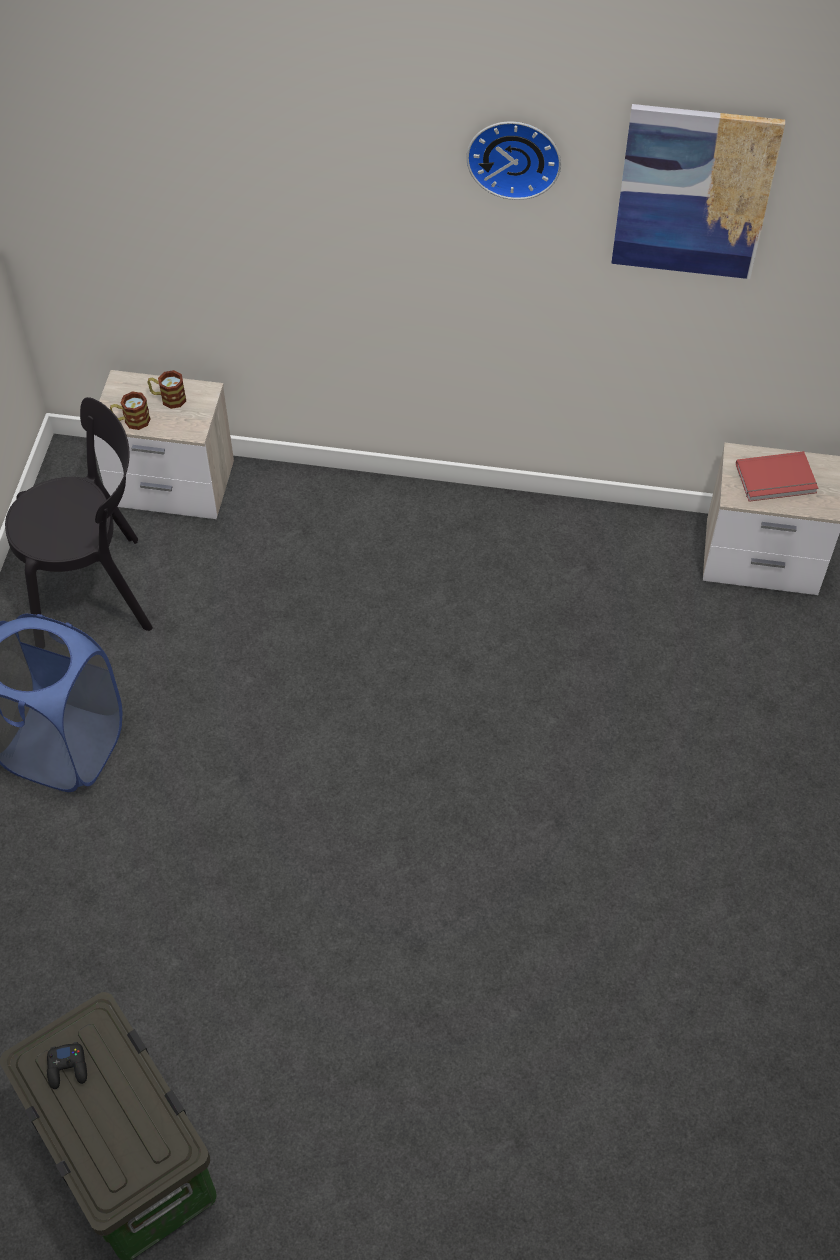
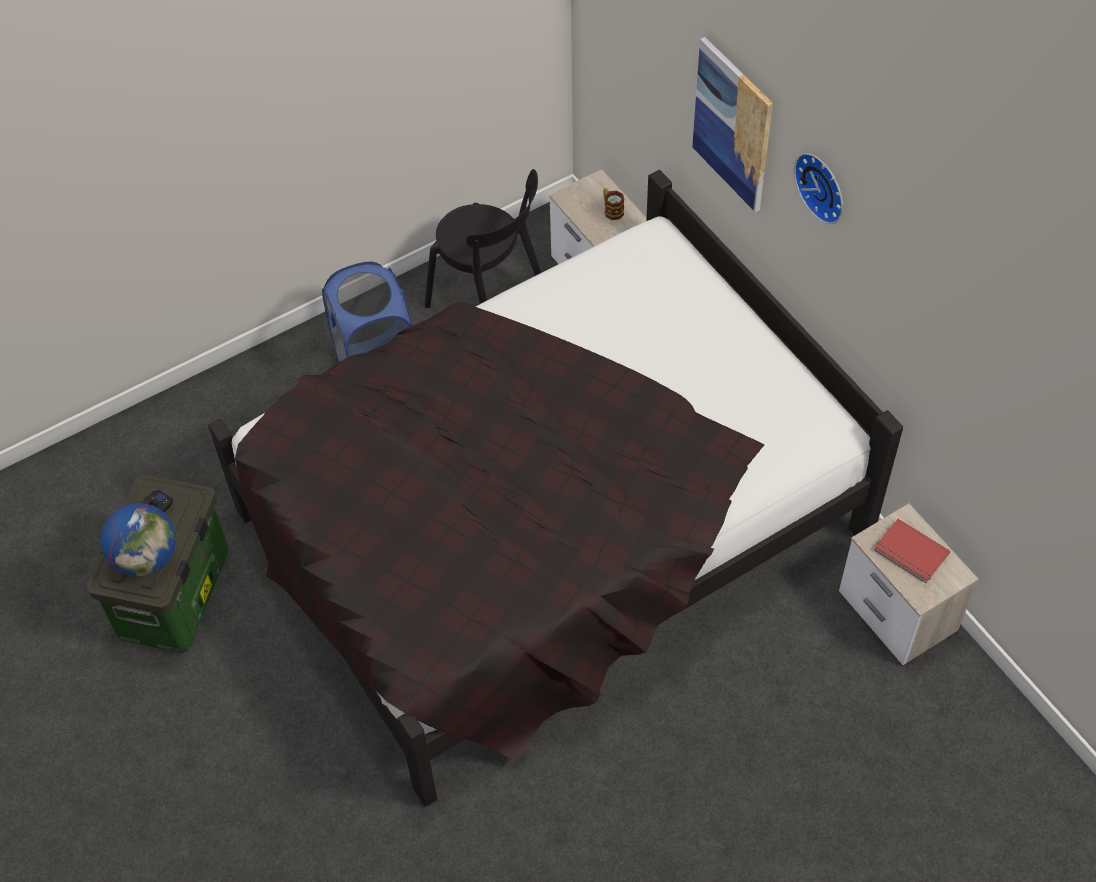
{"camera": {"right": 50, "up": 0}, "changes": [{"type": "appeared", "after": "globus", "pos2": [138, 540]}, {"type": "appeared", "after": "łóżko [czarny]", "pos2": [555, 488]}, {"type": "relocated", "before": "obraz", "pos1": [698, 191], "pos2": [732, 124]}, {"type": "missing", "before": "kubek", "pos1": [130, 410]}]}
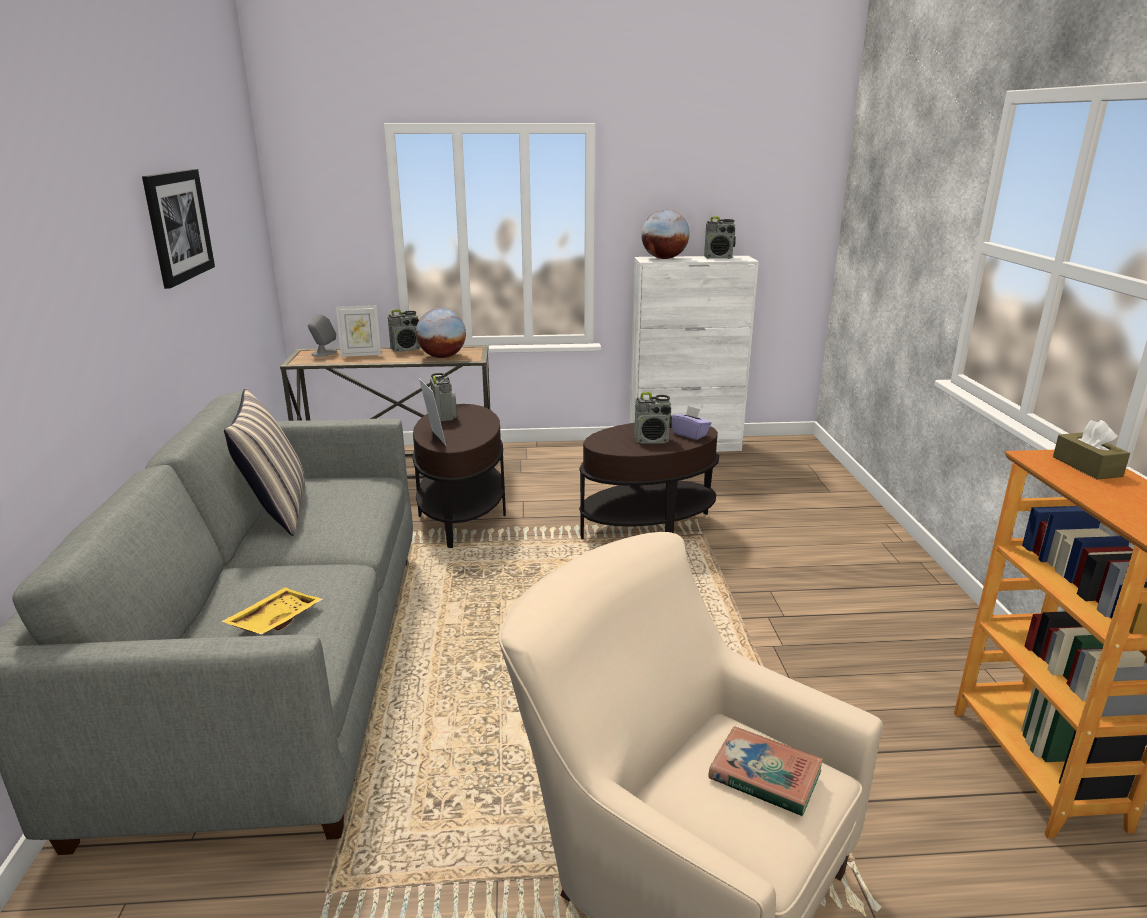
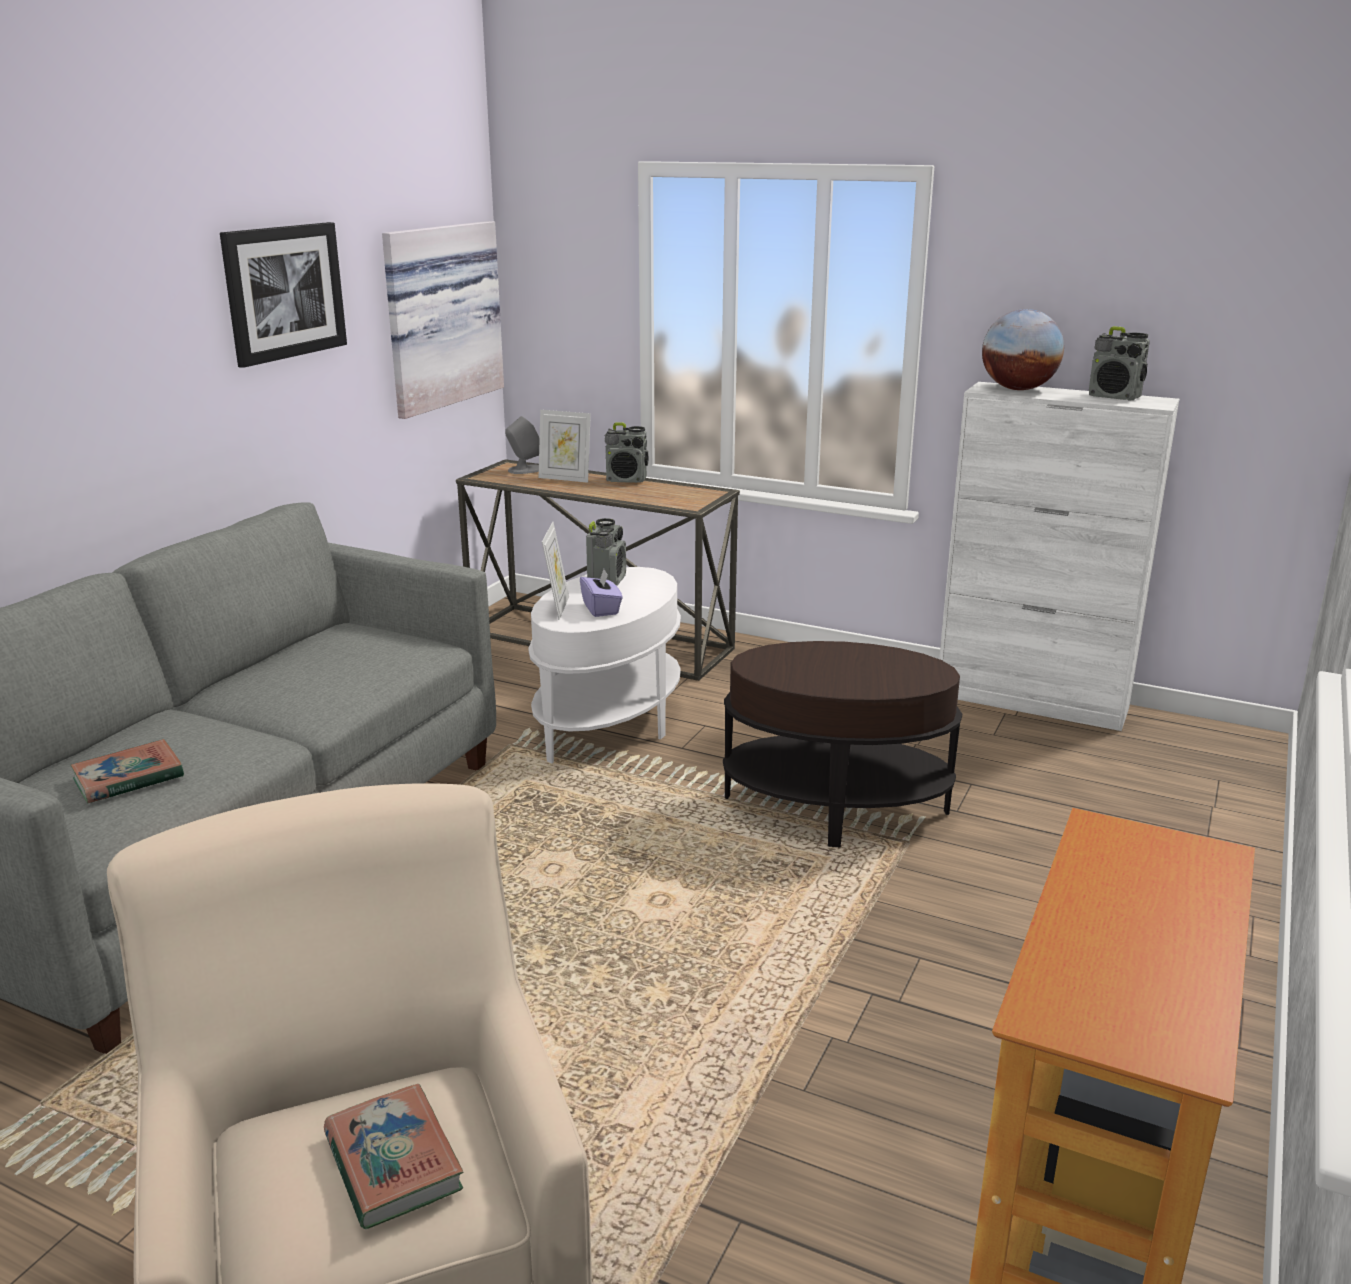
{"camera": {"right": 30, "up": 0}, "changes": [{"type": "exchanged", "before": "taca [żółty]", "after": "książka", "pos1": [272, 611], "pos2": [127, 771]}, {"type": "appeared", "after": "obraz", "pos2": [443, 320]}, {"type": "colour", "before": "stolik [brązowy]", "after": "stolik [biały]", "pos1": [459, 476], "pos2": [604, 665]}, {"type": "relocated", "before": "pudełko chusteczek [fioletowy]", "pos1": [691, 423], "pos2": [601, 593]}, {"type": "missing", "before": "poduszka", "pos1": [264, 462]}, {"type": "missing", "before": "globus", "pos1": [441, 333]}, {"type": "missing", "before": "radio", "pos1": [653, 418]}, {"type": "missing", "before": "pudełko chusteczek [brązowy]", "pos1": [1091, 449]}]}
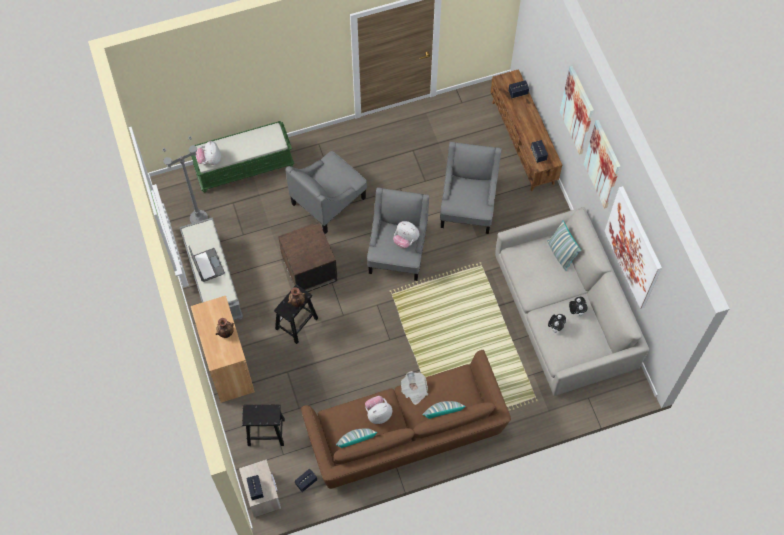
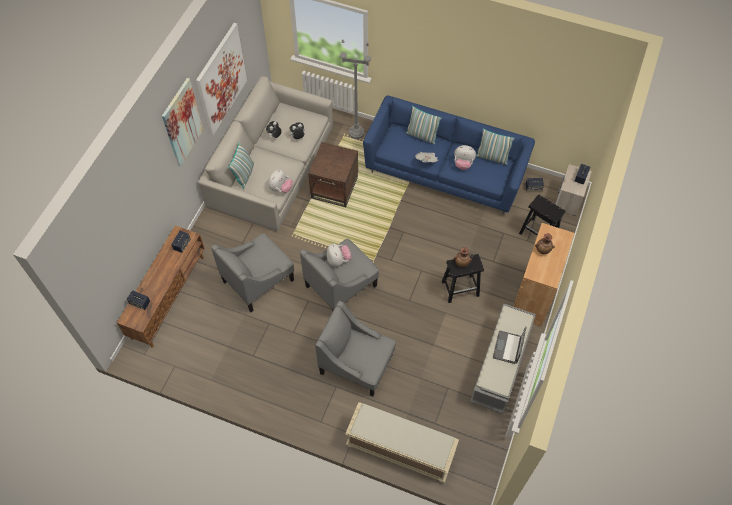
{"camera": {"right": -140, "up": -5}, "changes": [{"type": "relocated", "before": "pluszak", "pos1": [208, 153], "pos2": [280, 181]}, {"type": "relocated", "before": "stolik [brązowy]", "pos1": [307, 257], "pos2": [333, 174]}, {"type": "spun", "before": "fotel [szary]", "pos1": [326, 192], "pos2": [355, 349], "turn": -150}, {"type": "relocated", "before": "lampa stojąca [szary]", "pos1": [185, 180], "pos2": [355, 89]}, {"type": "colour", "before": "ławka [zielony]", "after": "ławka [beżowy]", "pos1": [242, 156], "pos2": [402, 442]}, {"type": "colour", "before": "kanapa [brązowy]", "after": "kanapa [niebieski]", "pos1": [406, 419], "pos2": [449, 154]}, {"type": "missing", "before": "obraz", "pos1": [577, 110]}]}
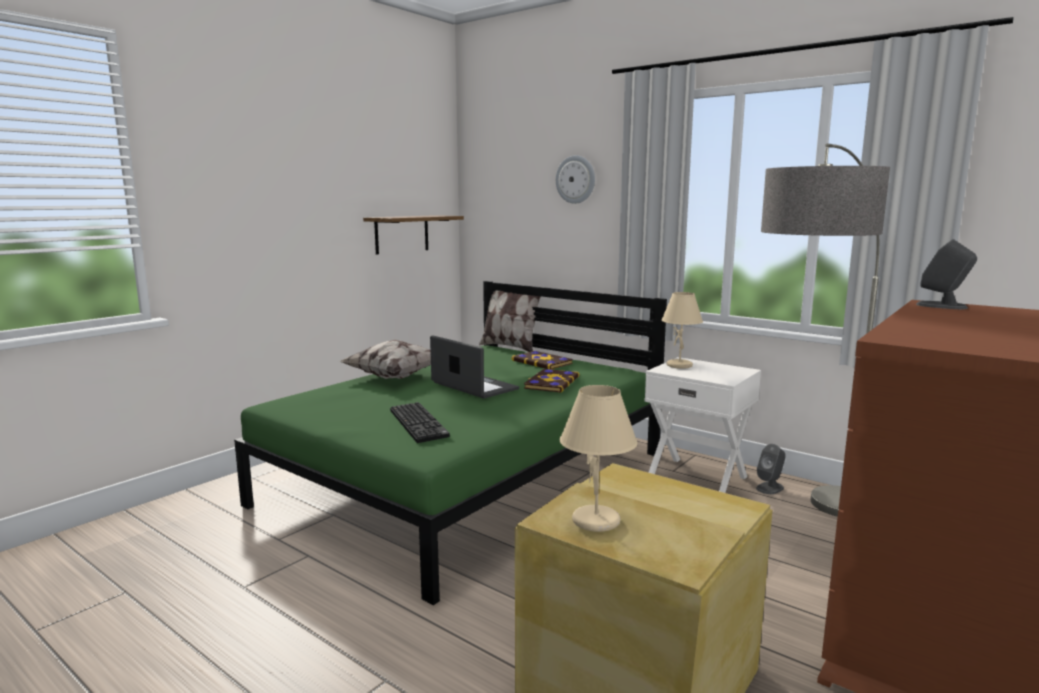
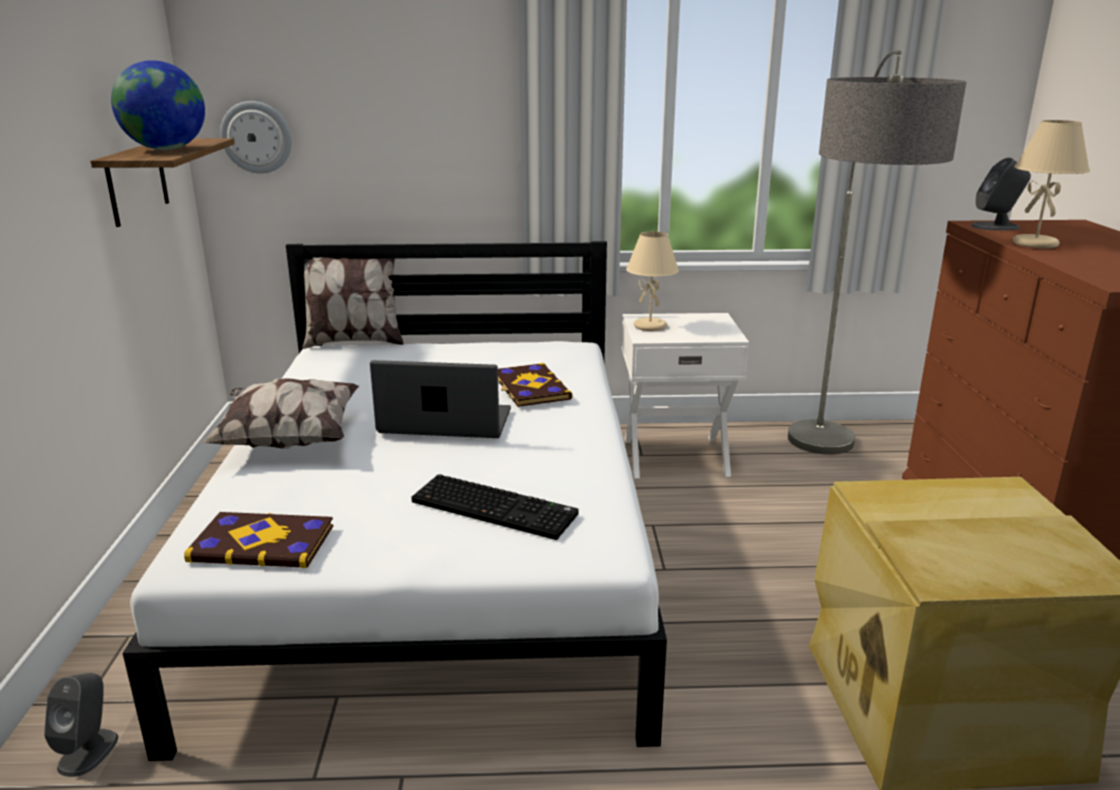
{"camera": {"right": -40, "up": 10}, "changes": [{"type": "relocated", "before": "głośnik [szary]", "pos1": [771, 469], "pos2": [81, 725]}, {"type": "appeared", "after": "globus", "pos2": [158, 105]}, {"type": "colour", "before": "łóżko [zielony]", "after": "łóżko [biały]", "pos1": [450, 443], "pos2": [395, 501]}, {"type": "relocated", "before": "książka", "pos1": [542, 360], "pos2": [258, 540]}, {"type": "relocated", "before": "zegar ścienny", "pos1": [575, 179], "pos2": [256, 137]}, {"type": "relocated", "before": "lampa stołowa [beżowy]", "pos1": [599, 458], "pos2": [1051, 184]}]}
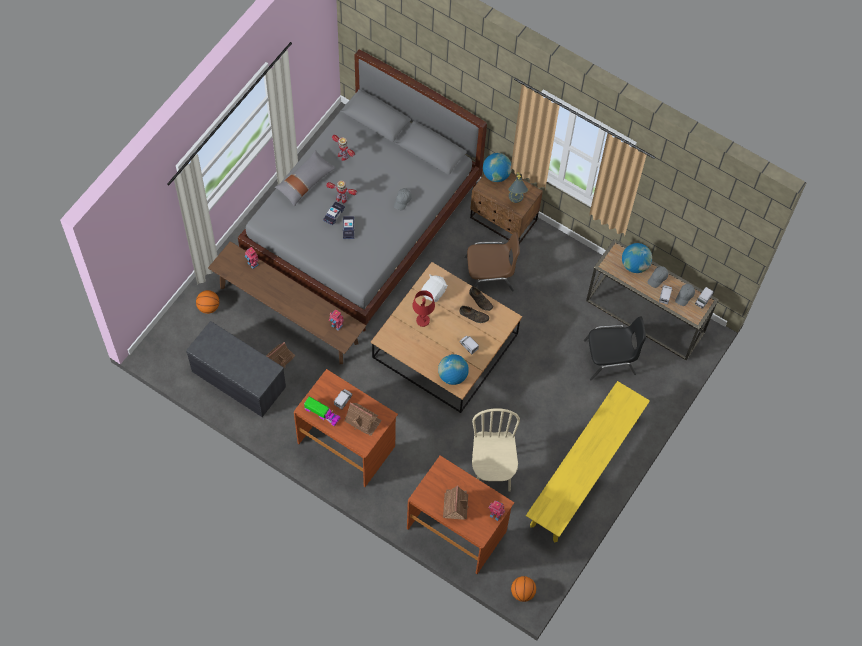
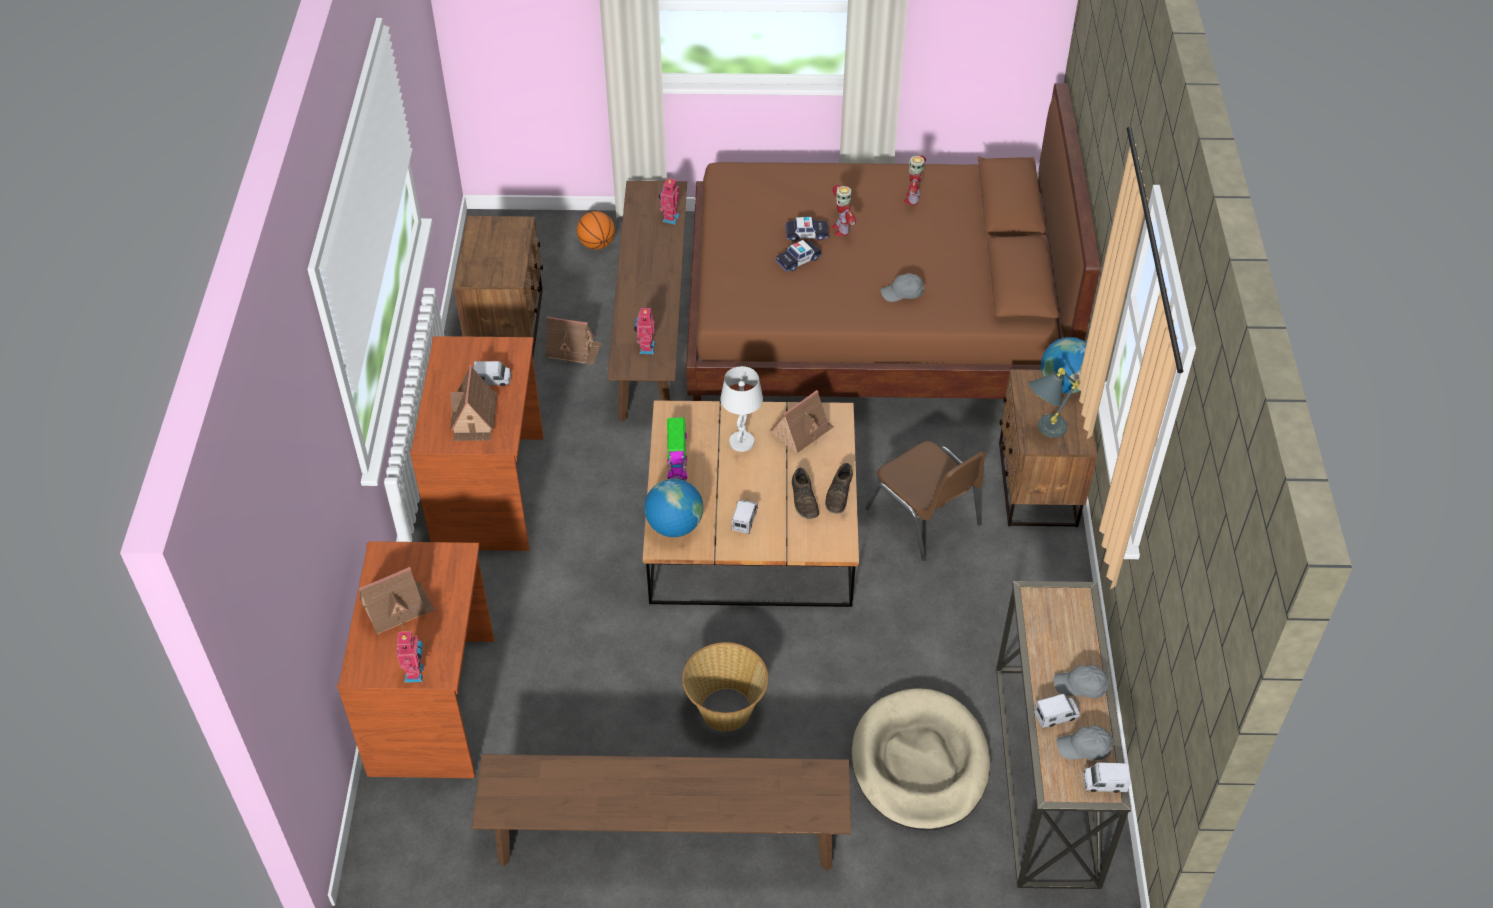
{"camera": {"right": 60, "up": -15}, "changes": [{"type": "exchanged", "before": "ławka [szary]", "after": "szafka nocna [brązowy]", "pos1": [236, 369], "pos2": [498, 286]}, {"type": "colour", "before": "ławka [żółty]", "after": "ławka [brązowy]", "pos1": [588, 462], "pos2": [661, 812]}, {"type": "relocated", "before": "ciężarówka zabawkowa", "pos1": [322, 411], "pos2": [677, 449]}, {"type": "appeared", "after": "koszyk", "pos2": [725, 686]}, {"type": "colour", "before": "łóżko [szary]", "after": "łóżko [brązowy]", "pos1": [362, 191], "pos2": [893, 242]}, {"type": "colour", "before": "lampa stołowa [czerwony]", "after": "lampa stołowa [biały]", "pos1": [423, 308], "pos2": [741, 409]}, {"type": "exchanged", "before": "pluszak [biały]", "after": "domek", "pos1": [434, 288], "pos2": [802, 421]}, {"type": "exchanged", "before": "krzesło [czarny]", "after": "legowisko [beżowy]", "pos1": [615, 348], "pos2": [921, 759]}, {"type": "missing", "before": "poduszka [szary]", "pos1": [305, 178]}, {"type": "missing", "before": "krzesło [beżowy]", "pos1": [496, 450]}, {"type": "missing", "before": "piłka do koszykówki", "pos1": [523, 589]}, {"type": "missing", "before": "globus", "pos1": [637, 258]}]}
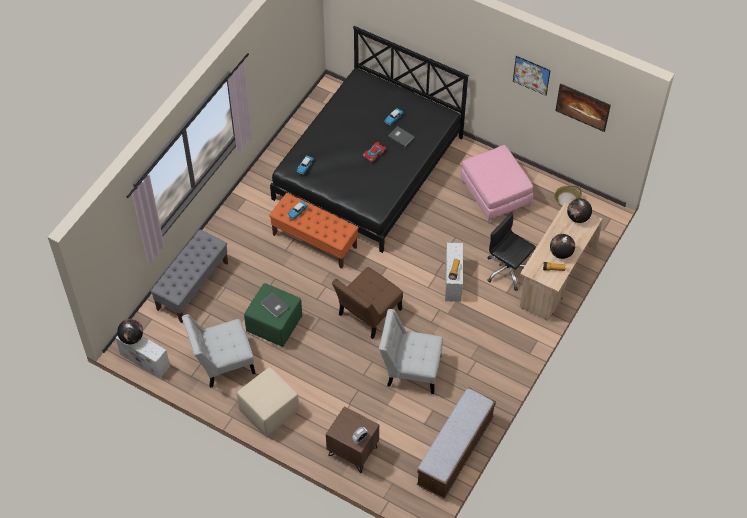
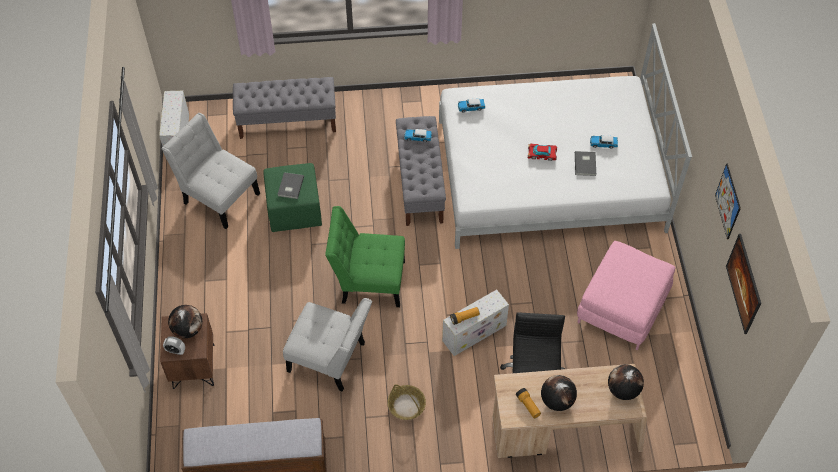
{"camera": {"right": 55, "up": 0}, "changes": [{"type": "relocated", "before": "globus", "pos1": [130, 331], "pos2": [185, 321]}, {"type": "spun", "before": "krzesło [biały]", "pos1": [411, 351], "pos2": [327, 344], "turn": 135}, {"type": "colour", "before": "krzesło [brązowy]", "after": "krzesło [zielony]", "pos1": [367, 303], "pos2": [365, 256]}, {"type": "relocated", "before": "koszyk", "pos1": [568, 196], "pos2": [406, 402]}, {"type": "colour", "before": "ławka [pomarańczowy]", "after": "ławka [szary]", "pos1": [314, 231], "pos2": [421, 171]}, {"type": "colour", "before": "łóżko [czarny]", "after": "łóżko [biały]", "pos1": [369, 139], "pos2": [565, 136]}, {"type": "missing", "before": "pufa [beżowy]", "pos1": [268, 401]}]}
